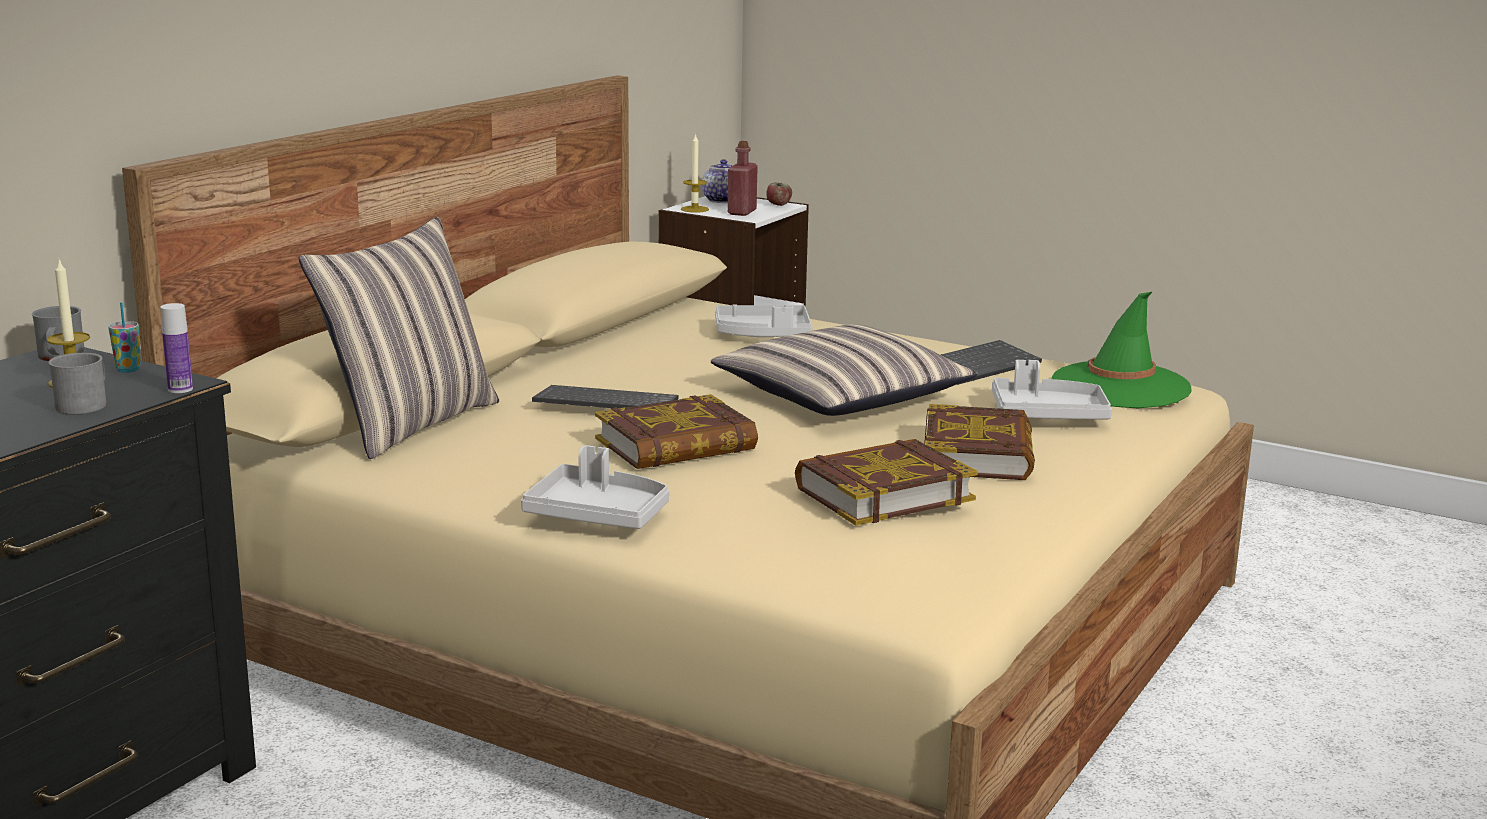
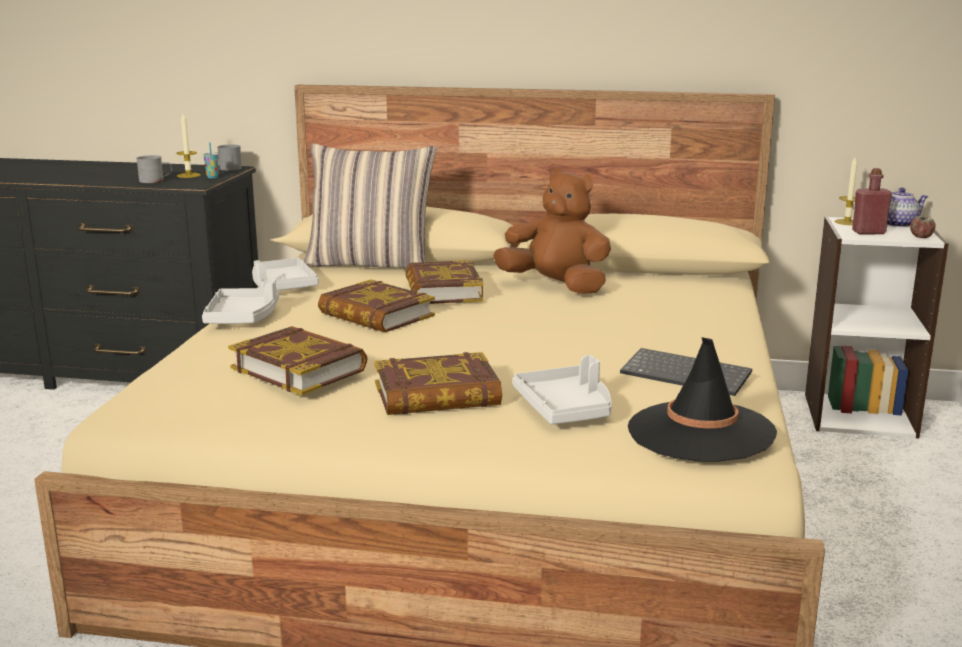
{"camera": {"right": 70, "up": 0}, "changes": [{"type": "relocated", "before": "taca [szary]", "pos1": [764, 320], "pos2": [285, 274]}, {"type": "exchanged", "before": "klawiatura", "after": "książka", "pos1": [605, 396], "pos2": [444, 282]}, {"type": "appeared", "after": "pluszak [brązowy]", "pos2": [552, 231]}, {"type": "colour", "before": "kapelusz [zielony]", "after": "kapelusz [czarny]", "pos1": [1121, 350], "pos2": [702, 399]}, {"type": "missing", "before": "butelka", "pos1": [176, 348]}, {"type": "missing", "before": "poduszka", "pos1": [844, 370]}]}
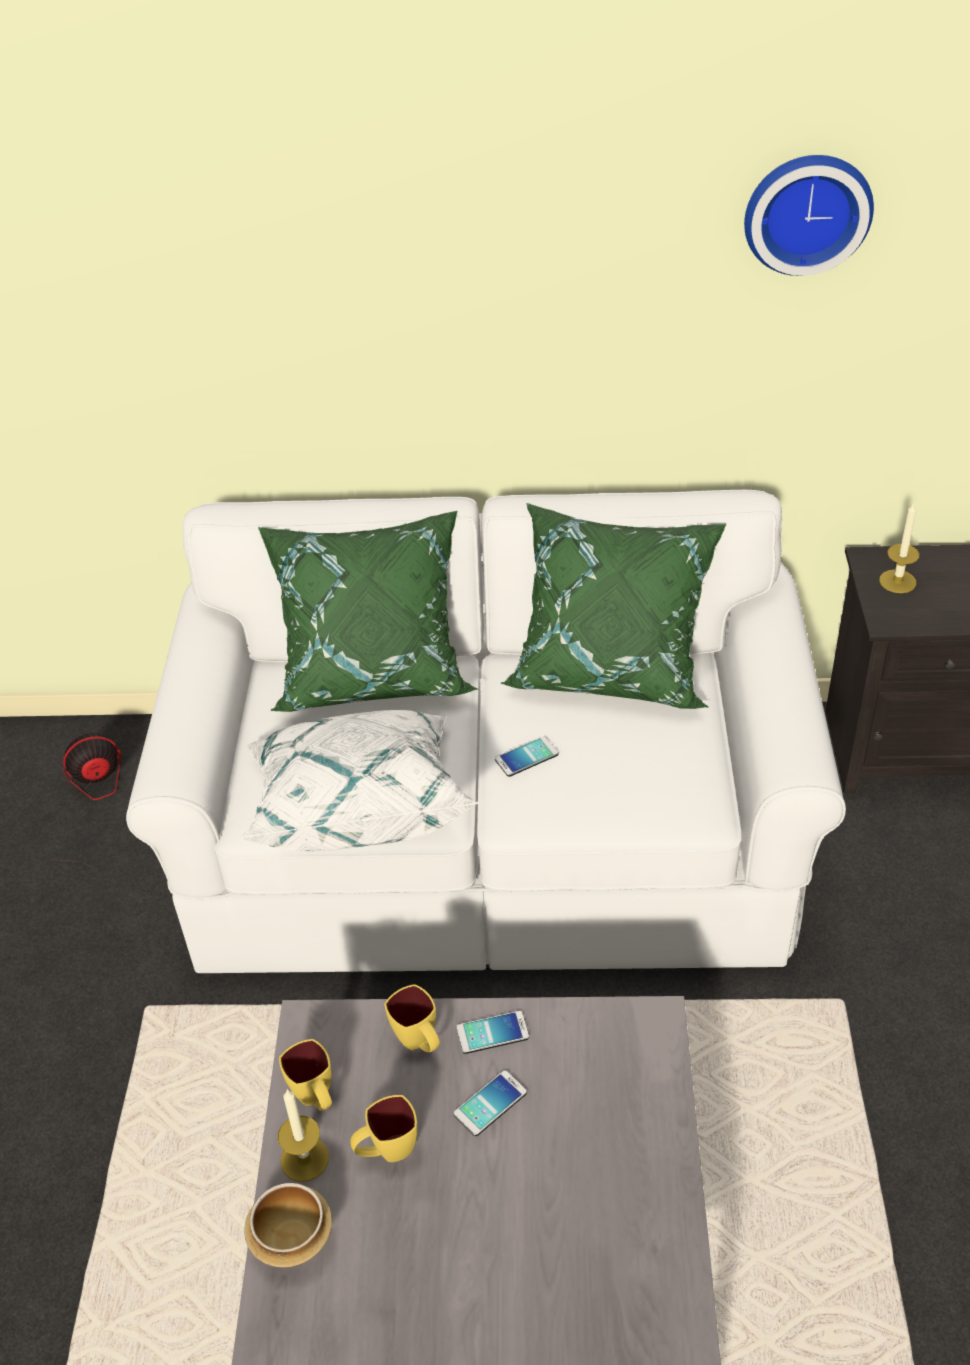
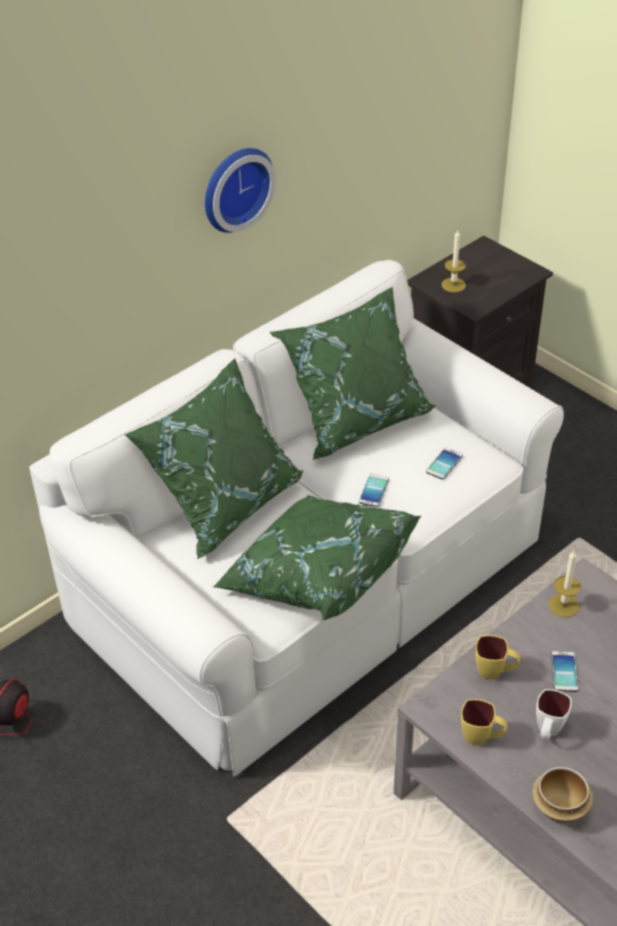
{"camera": {"right": -45, "up": 0}, "changes": [{"type": "relocated", "before": "zegar ścienny", "pos1": [809, 215], "pos2": [240, 190]}, {"type": "colour", "before": "poduszka [biały]", "after": "poduszka [zielony]", "pos1": [359, 780], "pos2": [317, 557]}, {"type": "relocated", "before": "telefon", "pos1": [492, 1032], "pos2": [444, 463]}, {"type": "colour", "before": "kubek [żółty]", "after": "kubek [biały]", "pos1": [383, 1128], "pos2": [554, 714]}, {"type": "relocated", "before": "świeca", "pos1": [303, 1135], "pos2": [564, 583]}]}
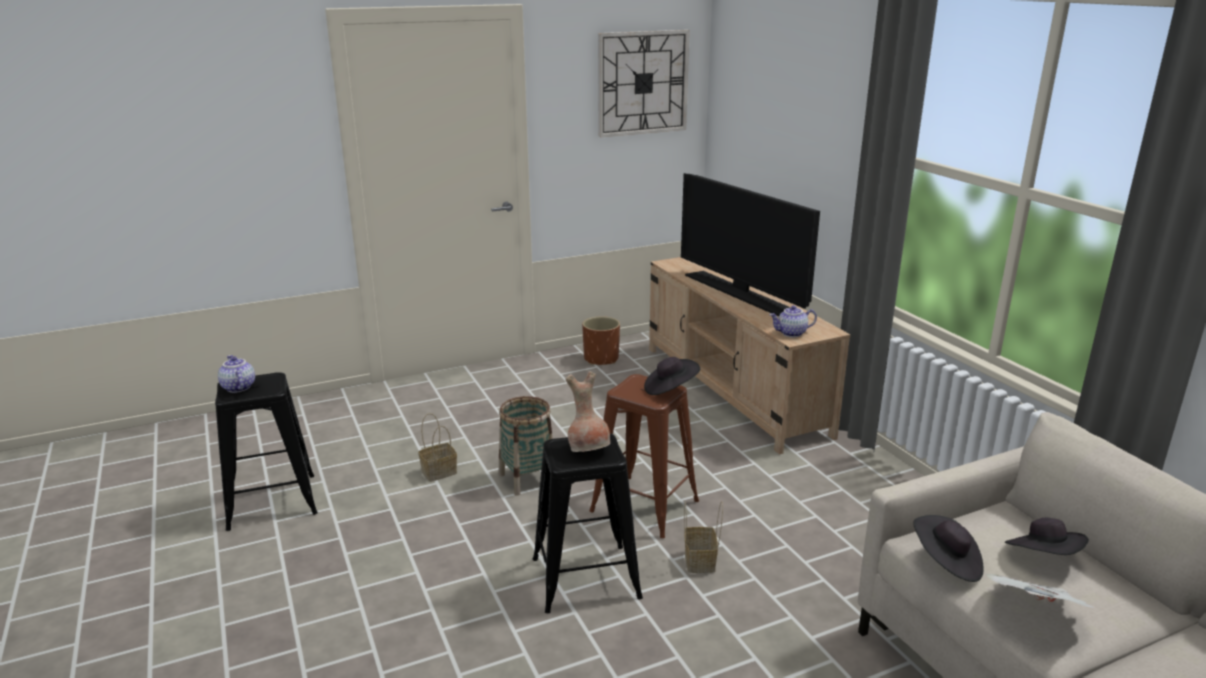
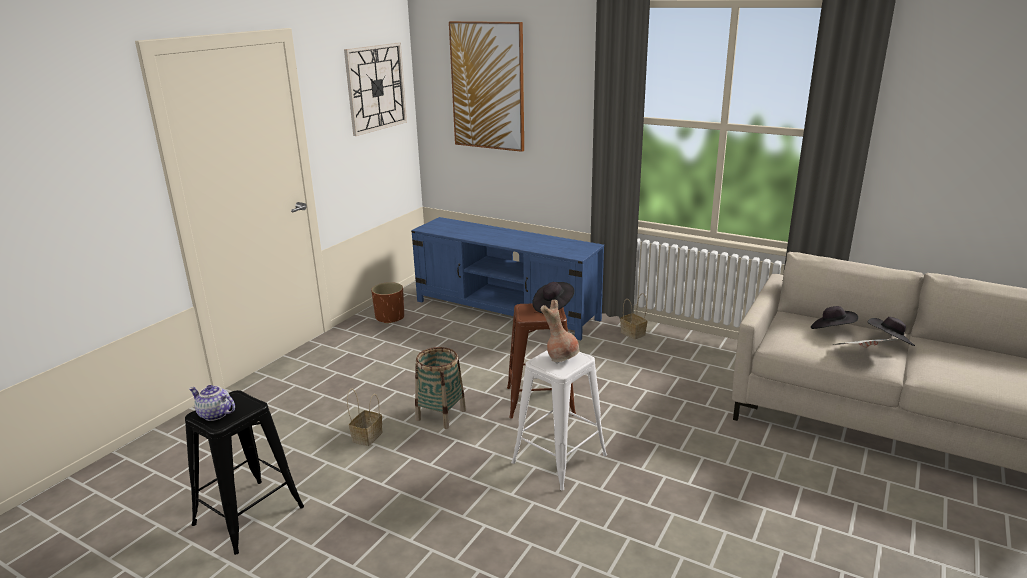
{"camera": {"right": -35, "up": 0}, "changes": [{"type": "colour", "before": "szafka pod telewizor [beżowy]", "after": "szafka pod telewizor [niebieski]", "pos1": [749, 356], "pos2": [507, 278]}, {"type": "appeared", "after": "obraz", "pos2": [486, 86]}, {"type": "colour", "before": "stołek [czarny]", "after": "stołek [biały]", "pos1": [588, 523], "pos2": [559, 420]}, {"type": "relocated", "before": "koszyk", "pos1": [703, 537], "pos2": [633, 316]}, {"type": "relocated", "before": "kapelusz [czarny]", "pos1": [948, 548], "pos2": [891, 331]}, {"type": "missing", "before": "telewizor", "pos1": [750, 245]}, {"type": "missing", "before": "imbryk", "pos1": [793, 321]}]}
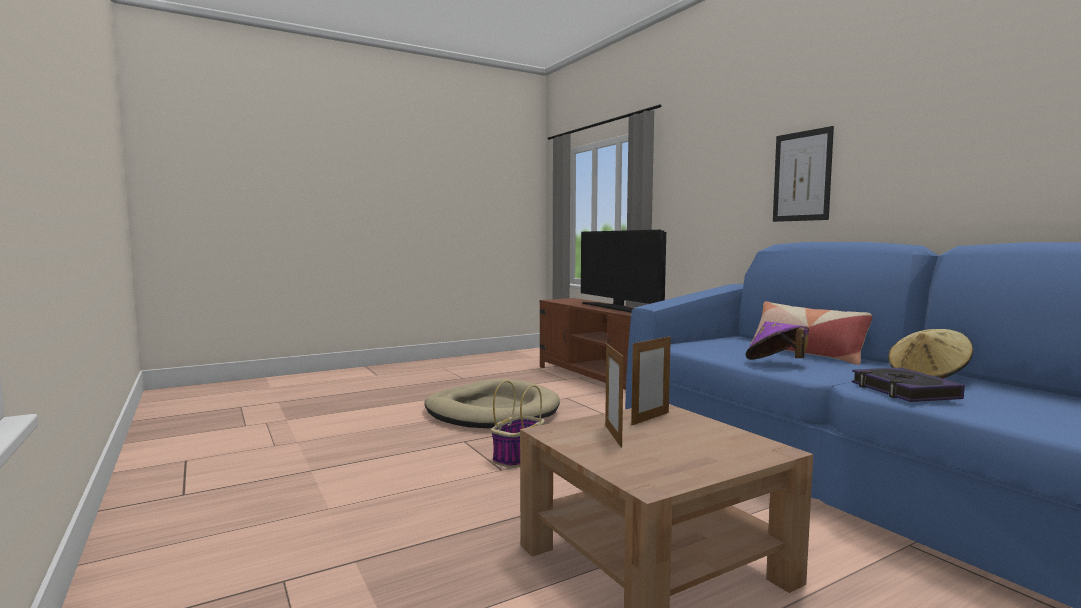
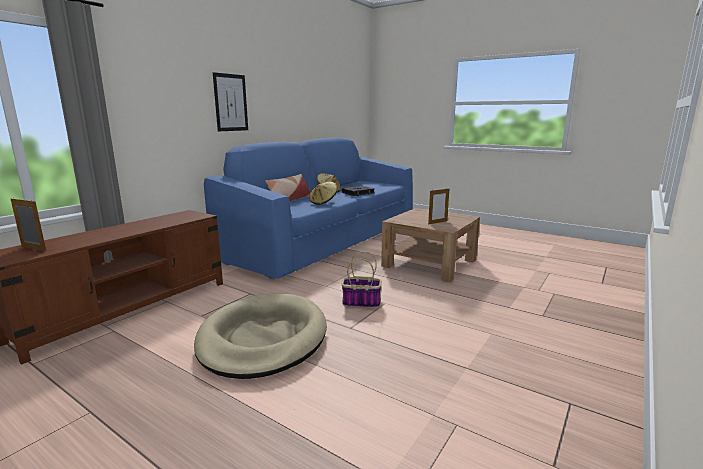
{"camera": {"right": -115, "up": 10}, "changes": [{"type": "relocated", "before": "ramka na zdjęcie", "pos1": [651, 380], "pos2": [28, 224]}, {"type": "colour", "before": "kapelusz [fioletowy]", "after": "kapelusz [beżowy]", "pos1": [777, 340], "pos2": [323, 193]}, {"type": "missing", "before": "telewizor", "pos1": [623, 271]}]}
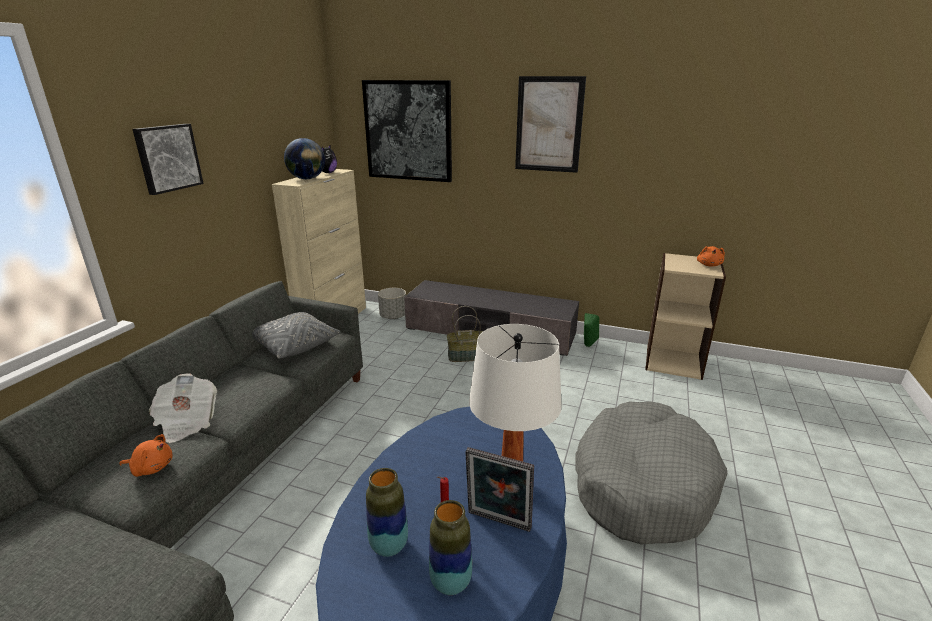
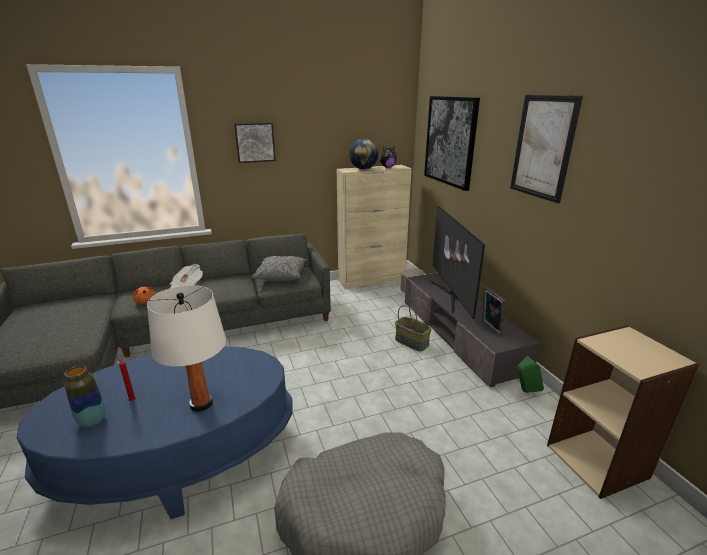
{"camera": {"right": 50, "up": 0}, "changes": [{"type": "appeared", "after": "telewizor", "pos2": [458, 262]}, {"type": "relocated", "before": "ramka na zdjęcie", "pos1": [499, 489], "pos2": [493, 312]}, {"type": "missing", "before": "wazon", "pos1": [387, 512]}, {"type": "missing", "before": "pluszak [pomarańczowy]", "pos1": [711, 256]}]}
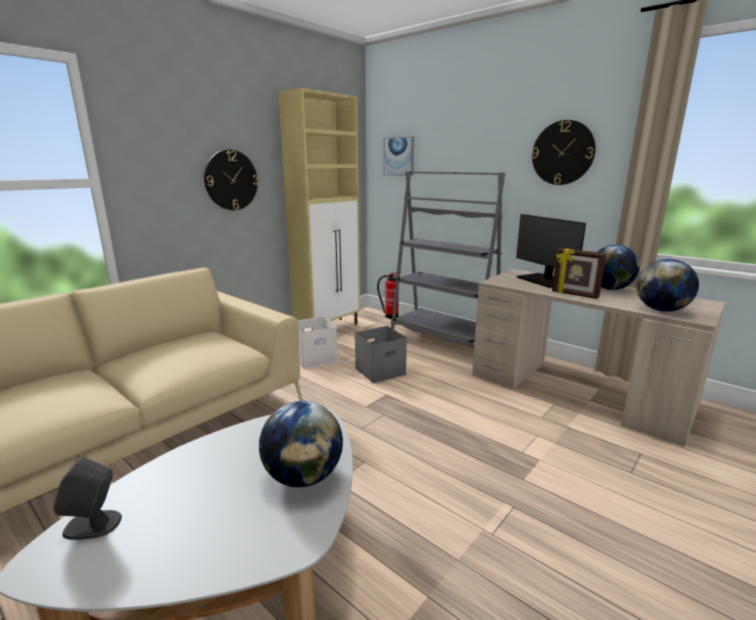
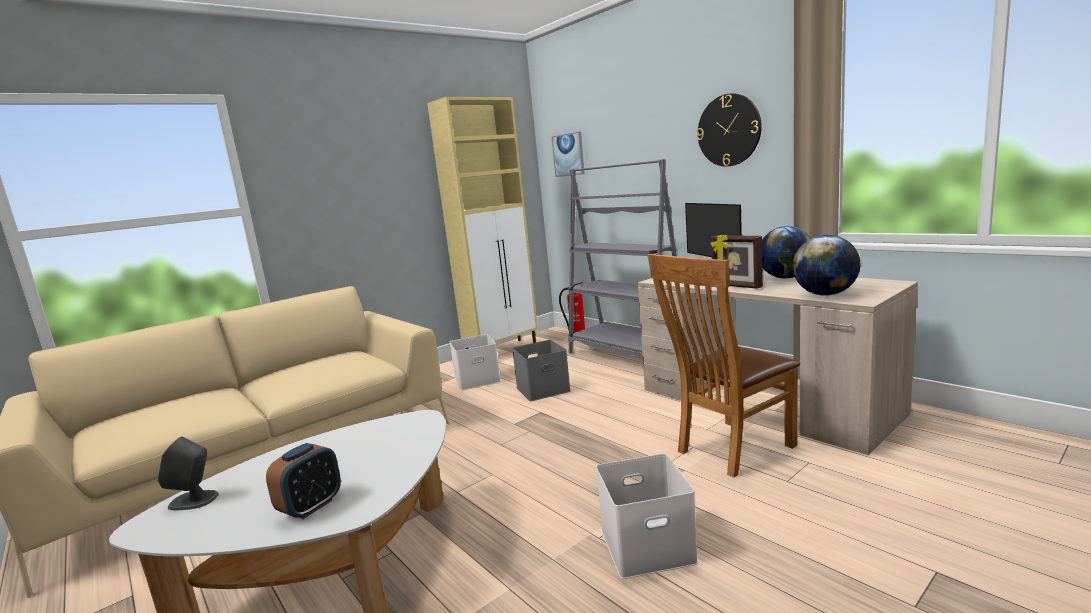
{"camera": {"right": 10, "up": -5}, "changes": [{"type": "appeared", "after": "budzik", "pos2": [303, 481]}, {"type": "appeared", "after": "pojemnik do przechowywania [biały]", "pos2": [647, 516]}, {"type": "appeared", "after": "krzesło [brązowy]", "pos2": [724, 366]}, {"type": "missing", "before": "zegar ścienny", "pos1": [231, 180]}, {"type": "missing", "before": "globus", "pos1": [301, 444]}]}
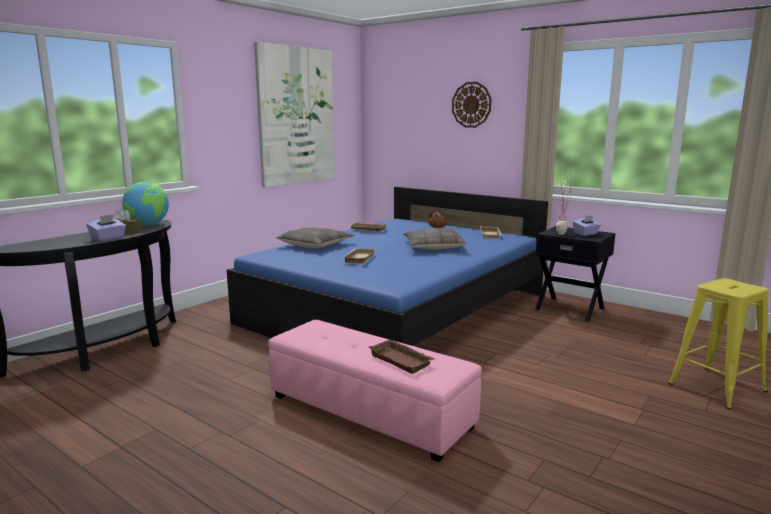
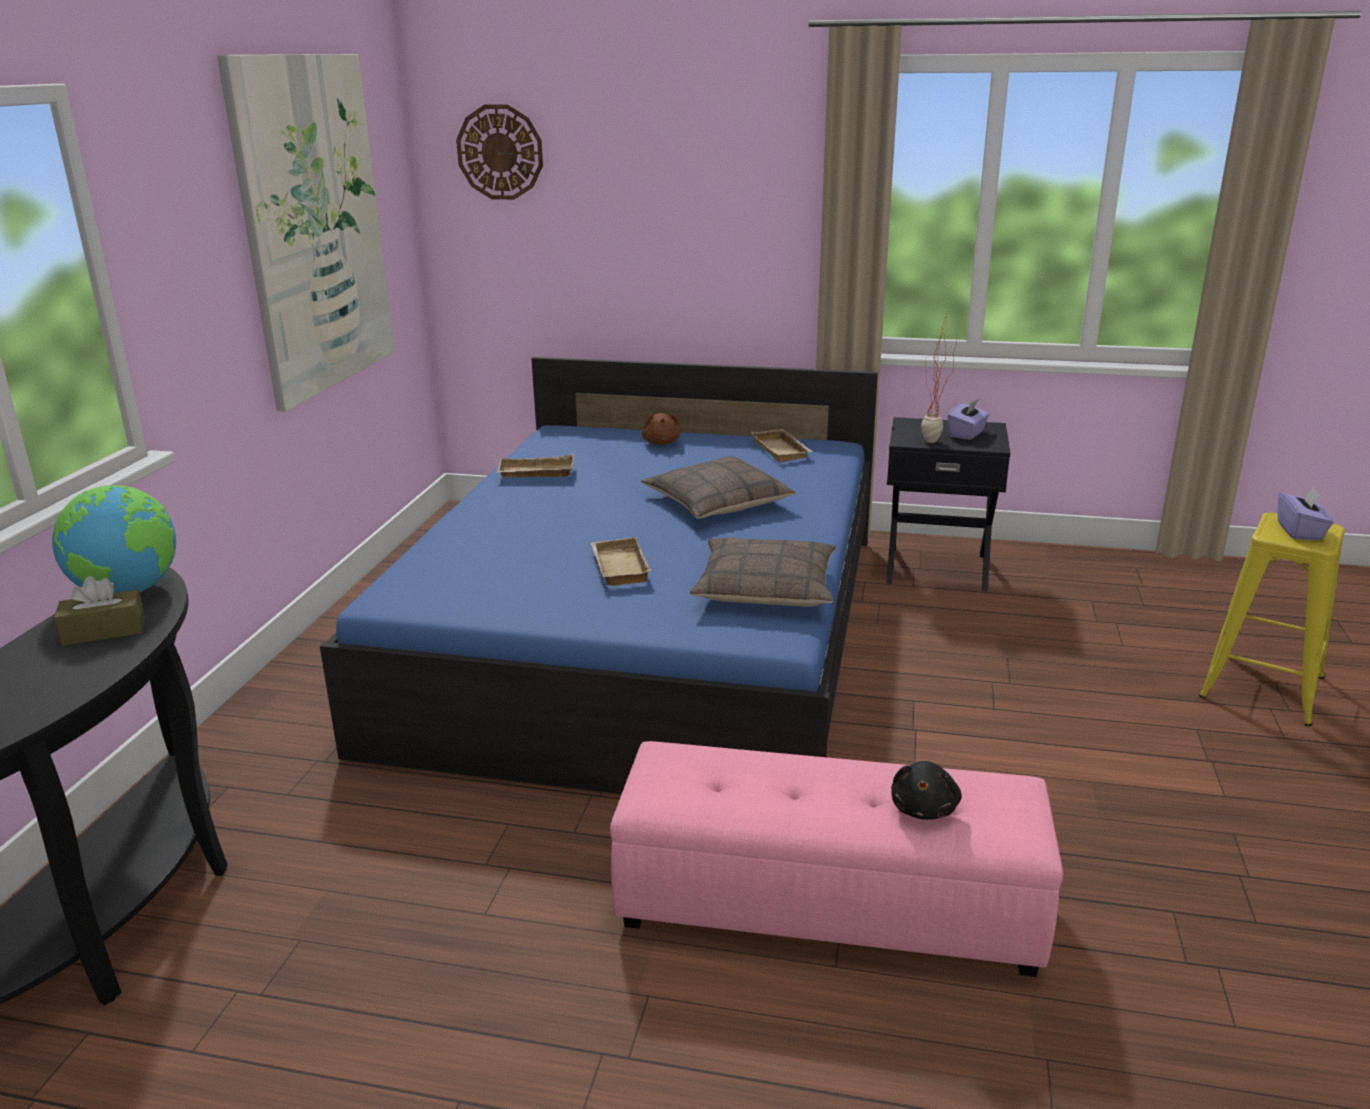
{"camera": {"right": -25, "up": 10}, "changes": [{"type": "relocated", "before": "zegar ścienny", "pos1": [471, 105], "pos2": [499, 152]}, {"type": "relocated", "before": "poduszka", "pos1": [315, 238], "pos2": [763, 572]}, {"type": "exchanged", "before": "taca [brązowy]", "after": "pluszak [czarny]", "pos1": [402, 356], "pos2": [926, 790]}, {"type": "relocated", "before": "pudełko chusteczek [fioletowy]", "pos1": [106, 227], "pos2": [1305, 513]}]}
